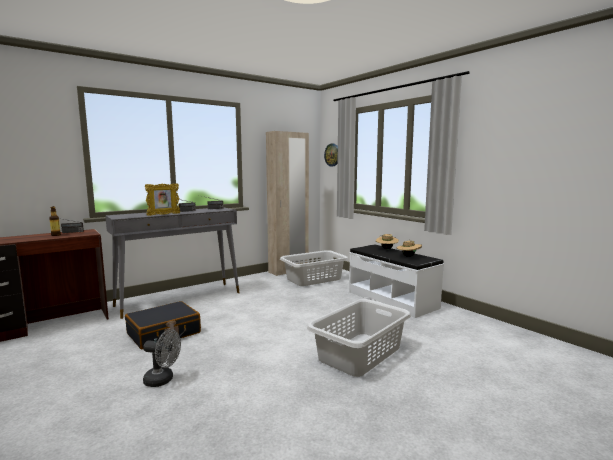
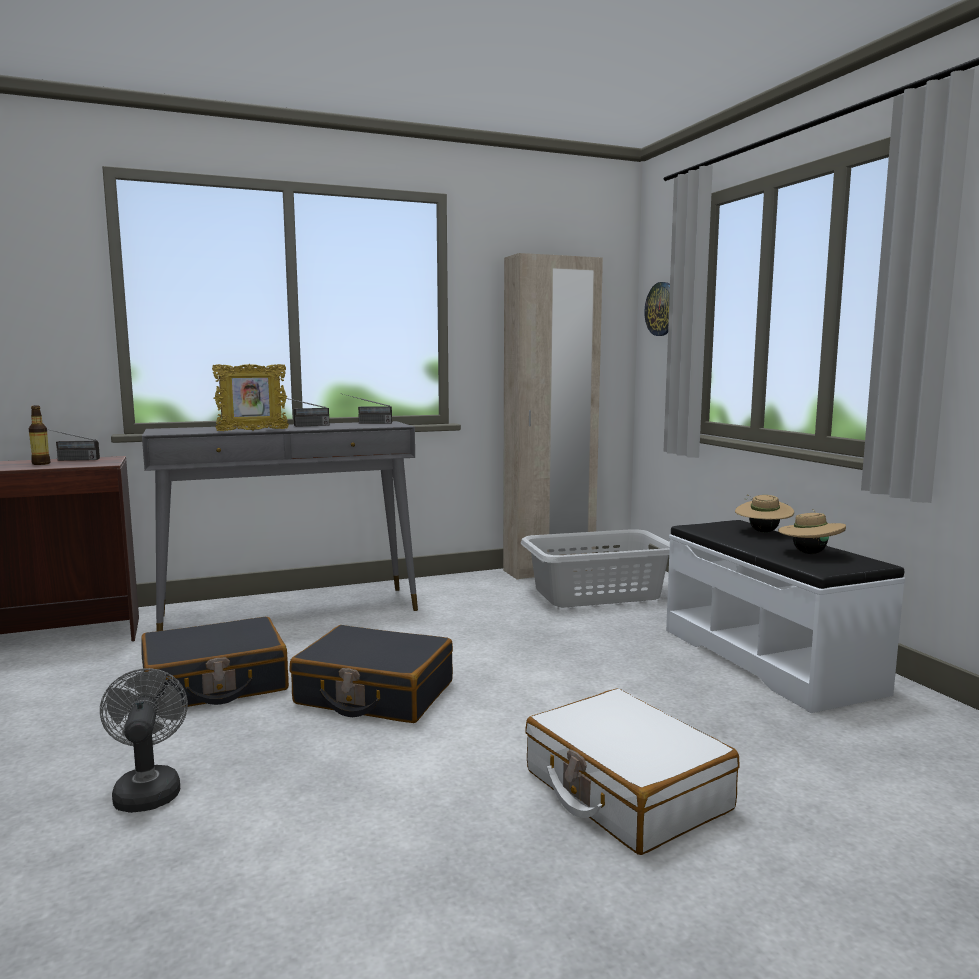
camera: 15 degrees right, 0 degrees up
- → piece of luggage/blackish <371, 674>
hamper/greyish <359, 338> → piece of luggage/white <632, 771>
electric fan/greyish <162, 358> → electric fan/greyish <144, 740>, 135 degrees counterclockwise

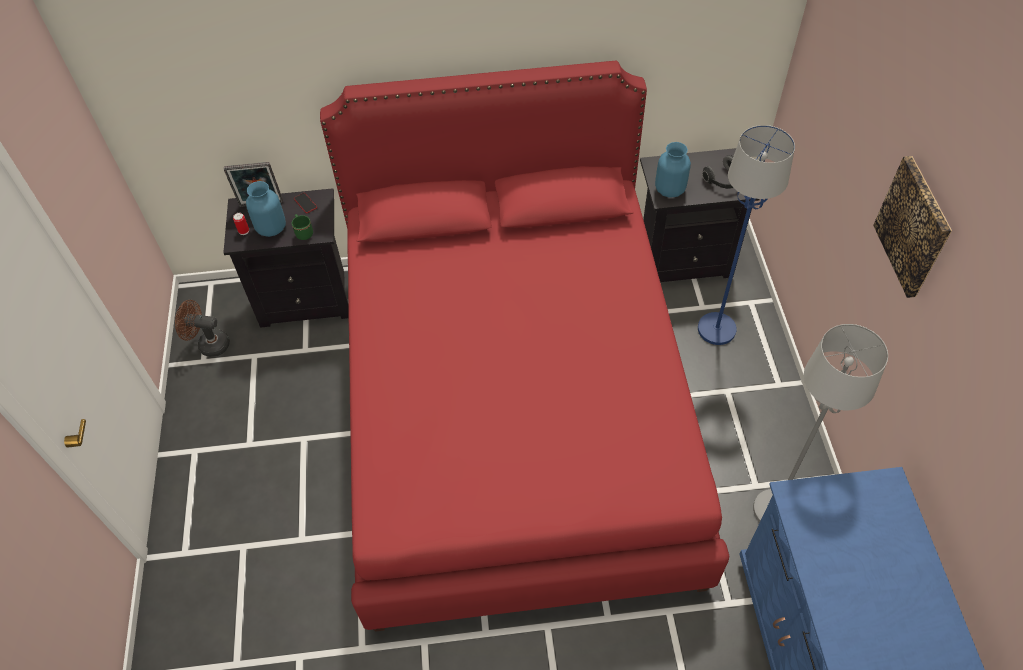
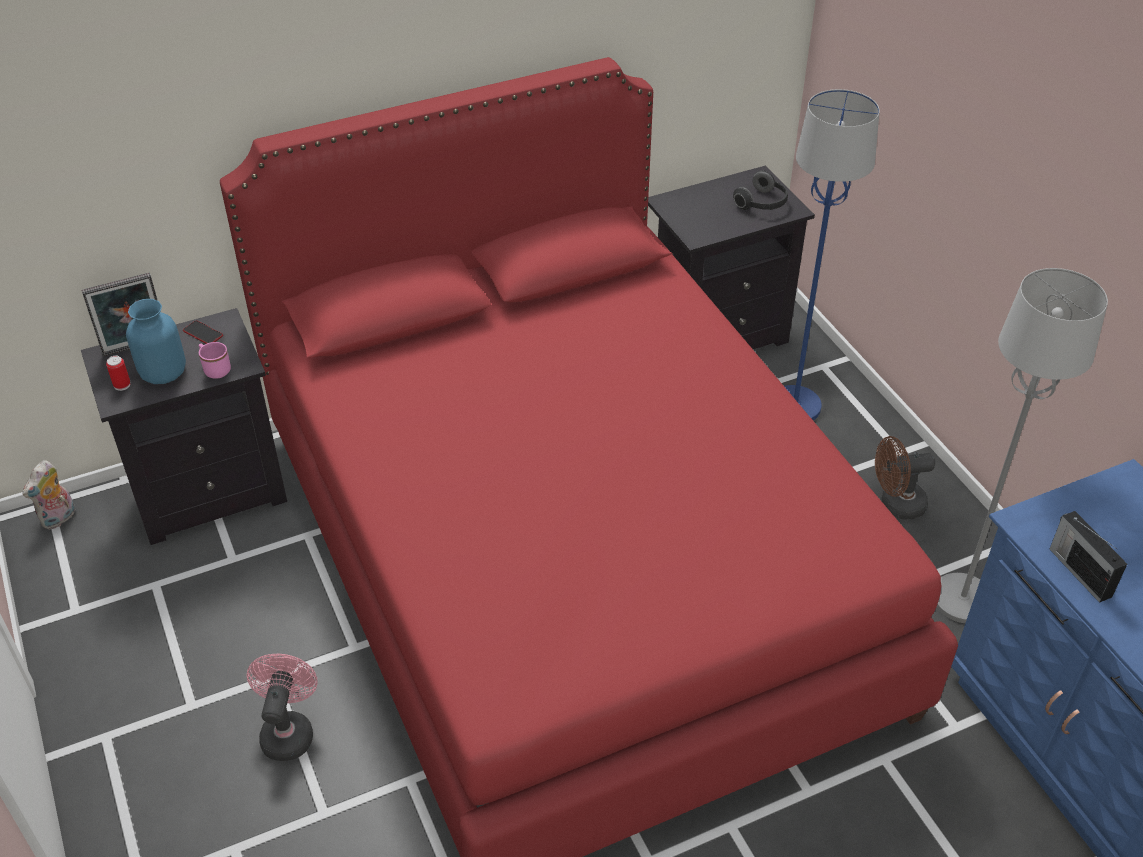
camera: 20 degrees left, 10 degrees down
decorative vase/blue-coloured <673, 170> → -
picture <912, 227> → -
- → plush toy <49, 495>
- → electric fan/pinkish <282, 707>
- → radio set <1088, 557>
electric fan/brownish <202, 328> → electric fan/brownish <905, 477>, shifted
tea mug/green-coloured <302, 227> → tea mug/pinkish <215, 360>

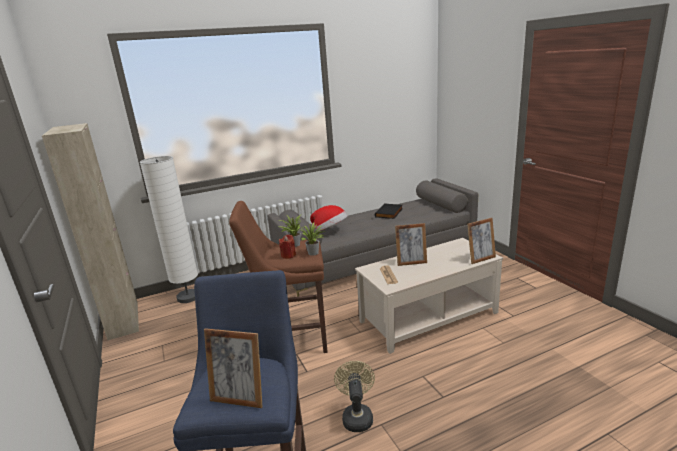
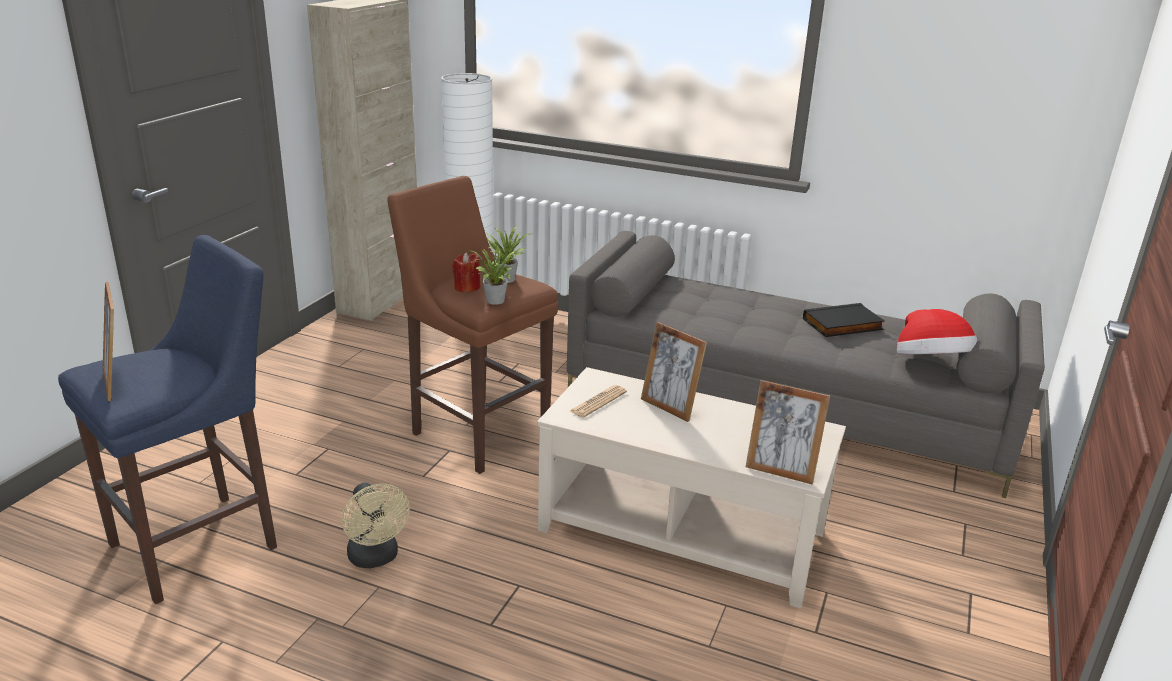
camera: 45 degrees right, 5 degrees up
clothing hat <329, 218> → clothing hat <937, 331>, shifted
electric fan/beige-coloured <354, 396> → electric fan/beige-coloured <376, 525>, 105 degrees clockwise

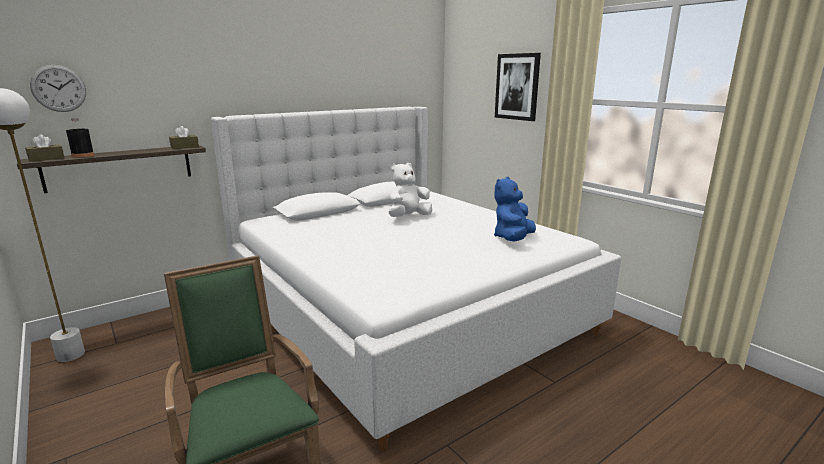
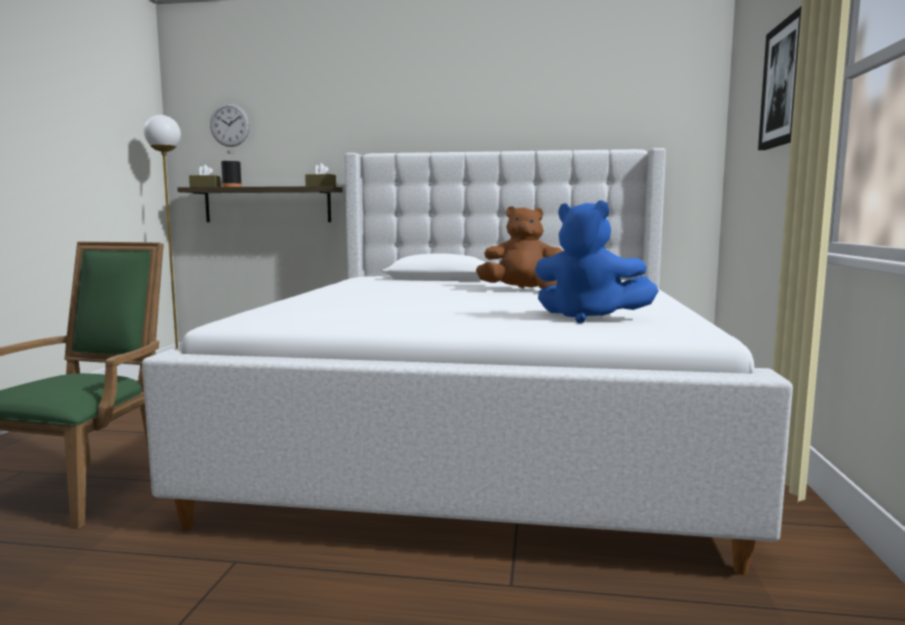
camera: 45 degrees right, 10 degrees down
plush toy/white <410, 190> → plush toy/brownish <519, 247>
plush toy/blue-coloured <515, 209> → plush toy/blue-coloured <597, 261>, 135 degrees counterclockwise

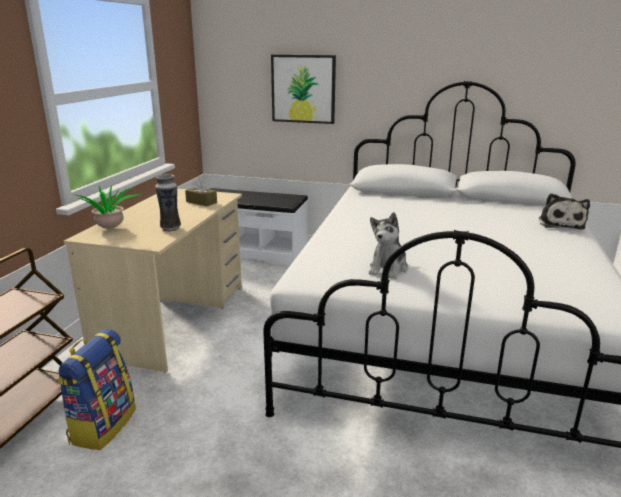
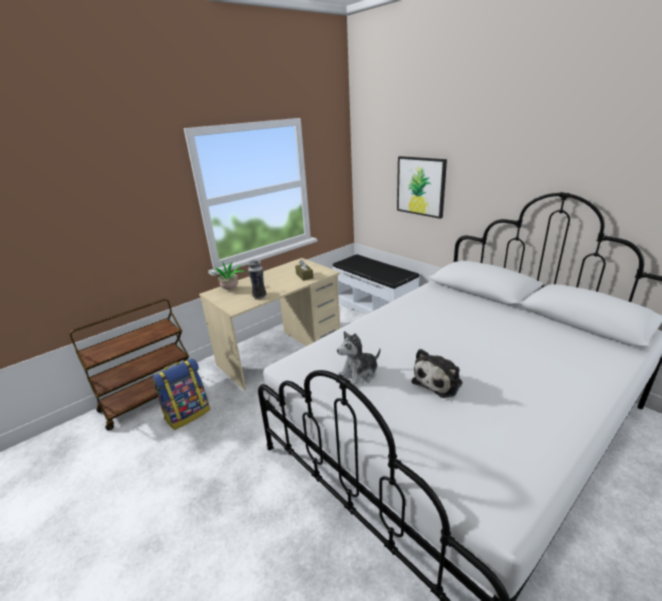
camera: 35 degrees right, 5 degrees up
plush toy <564, 211> → plush toy <437, 373>, shifted

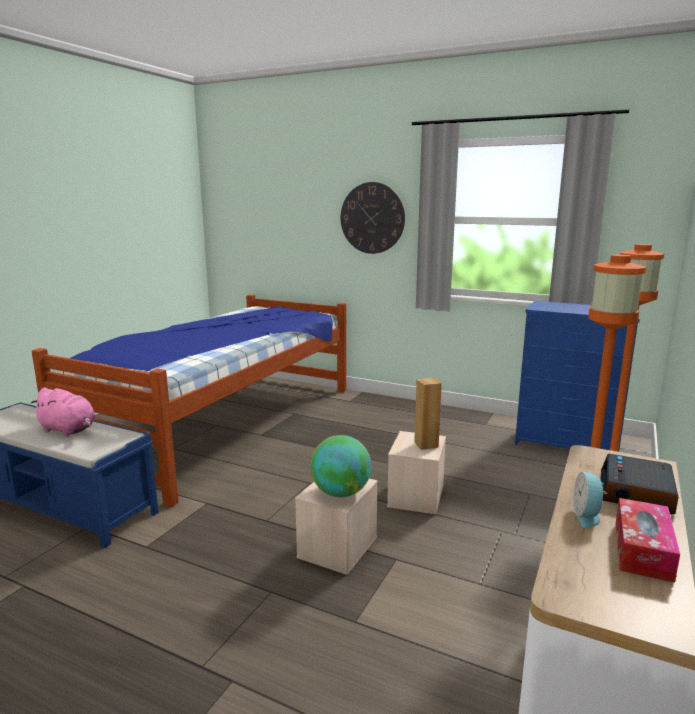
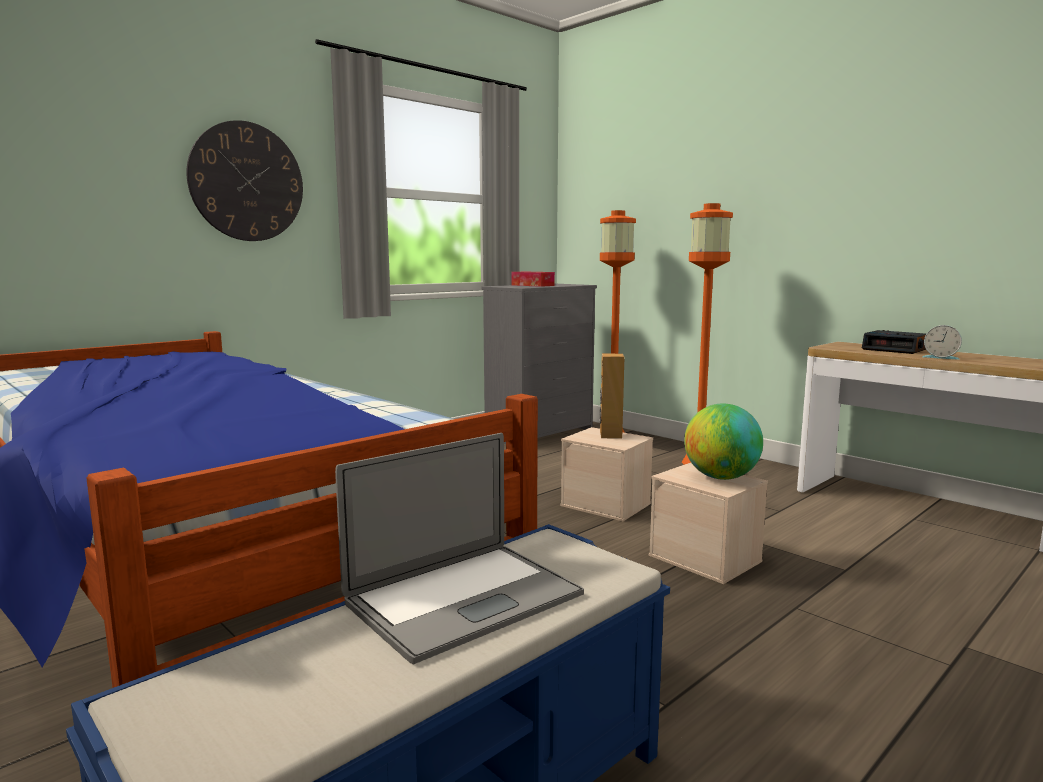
camera: 70 degrees left, 5 degrees down
box of tissues <648, 540> → box of tissues <533, 279>, shifted
plush toy/pinkish <63, 411> → portable computer <459, 548>
chest of drawers/blue-coloured <577, 375> → chest of drawers/greyish <539, 364>

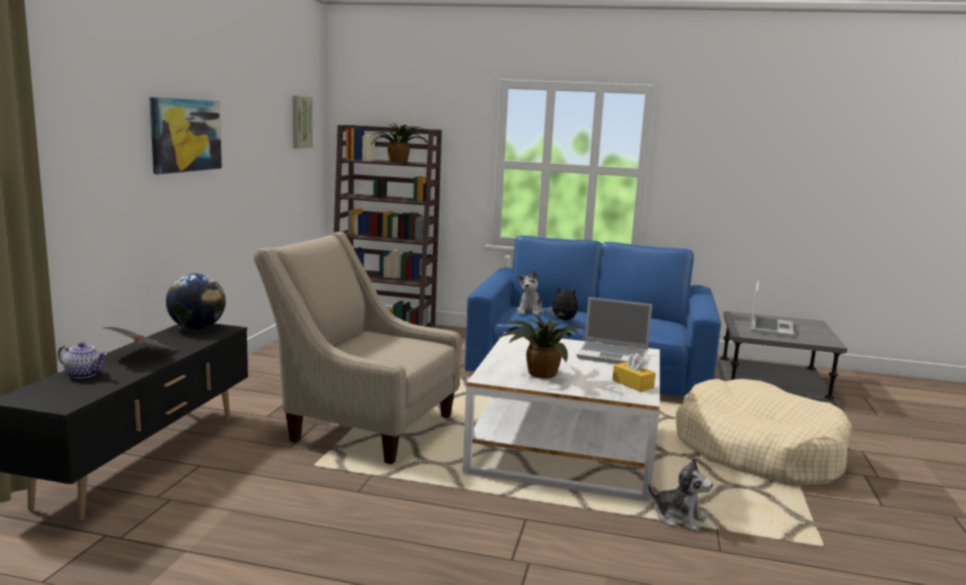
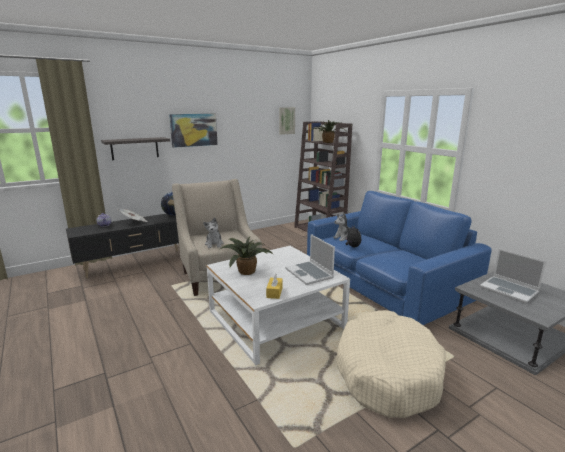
camera: 45 degrees right, 5 degrees up
- → shelf <135, 148>
plush toy <680, 495> → plush toy <213, 232>, shifted
portable computer <772, 309> → portable computer <513, 276>, 75 degrees clockwise

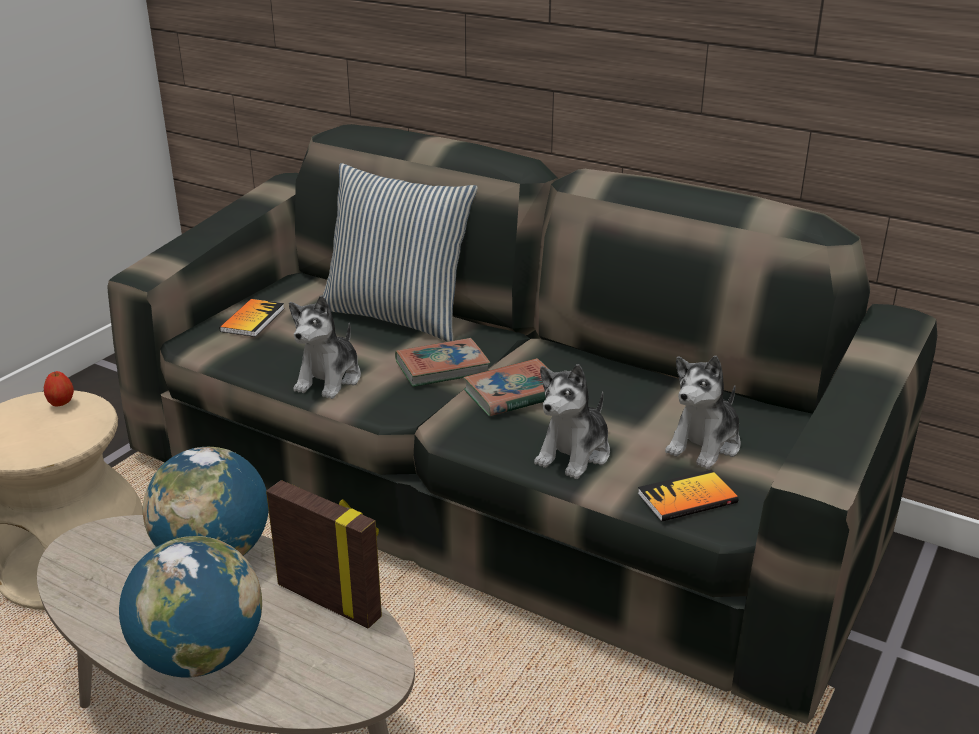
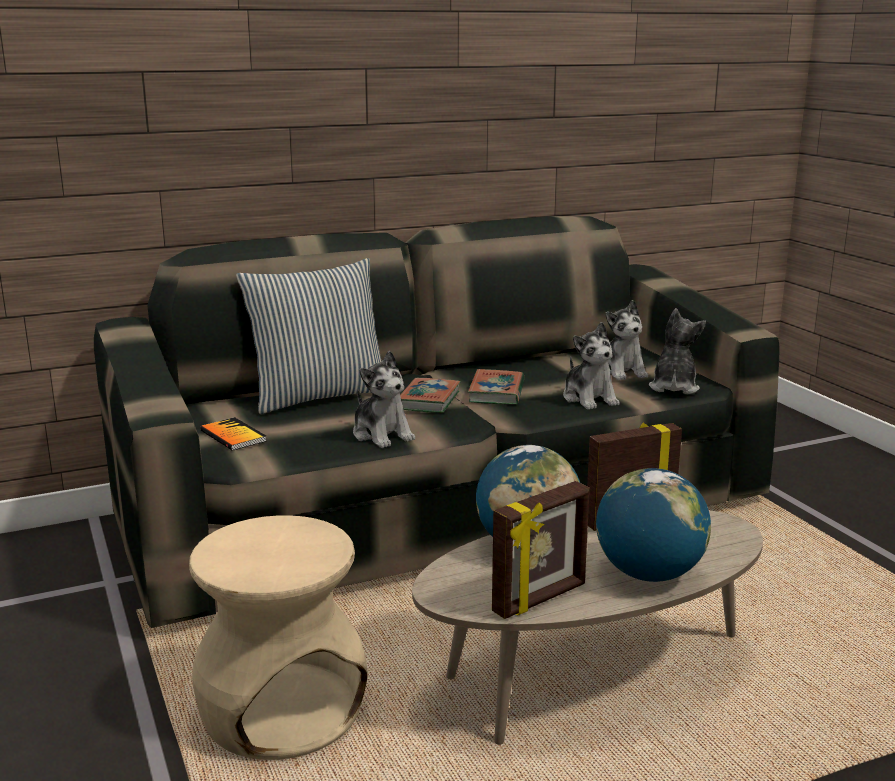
camera: 55 degrees left, 10 degrees down
apple fruit <59, 389> → -
- → photo frame <541, 550>
volume <687, 496> → plush toy <677, 351>

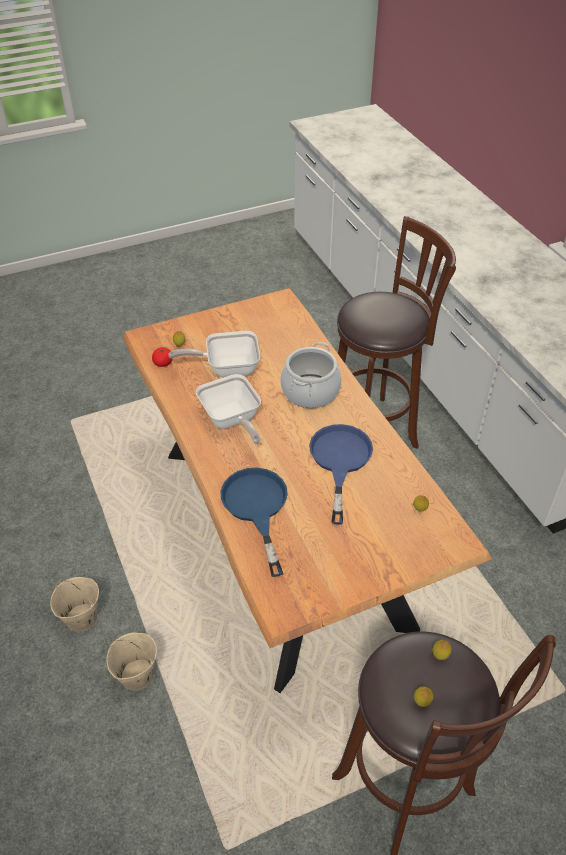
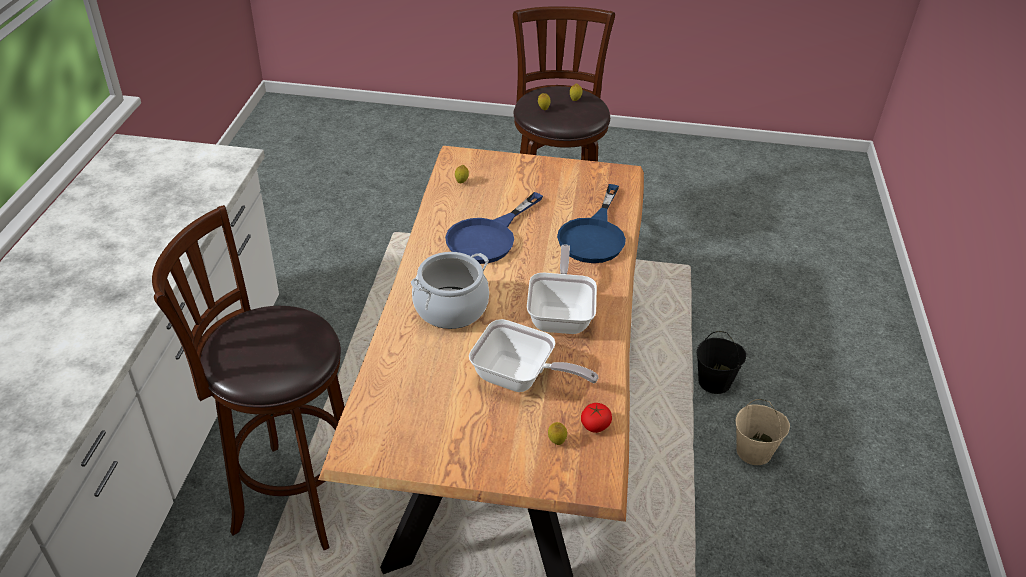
camera: 150 degrees left, 5 degrees down
bucket/beige-coloured <132, 661> → bucket/blackish <721, 362>

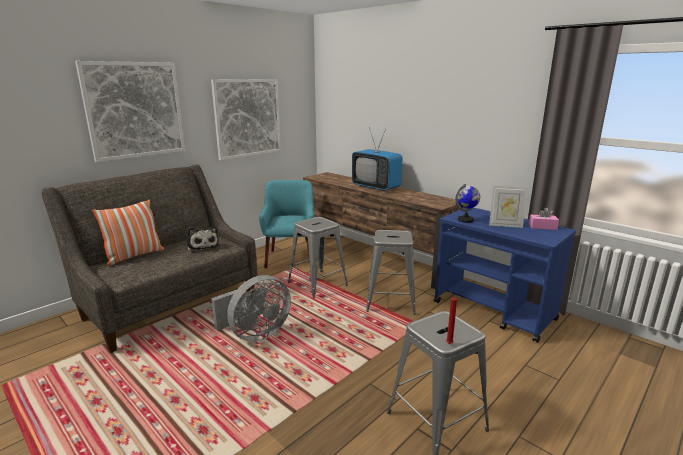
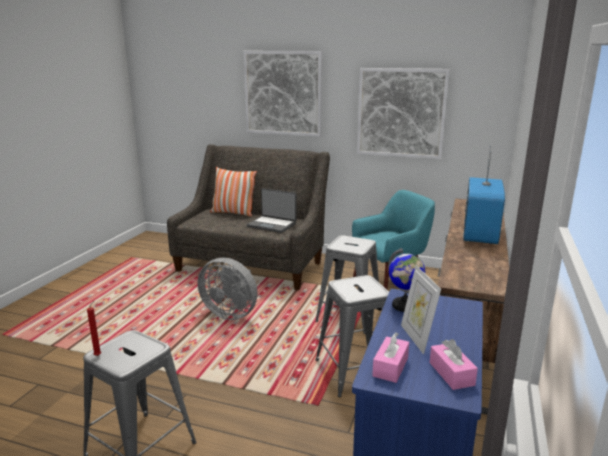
camera: 65 degrees right, 0 degrees up
- → box of tissues/pinkish <390, 357>
plush toy <203, 239> → portable computer <272, 210>

